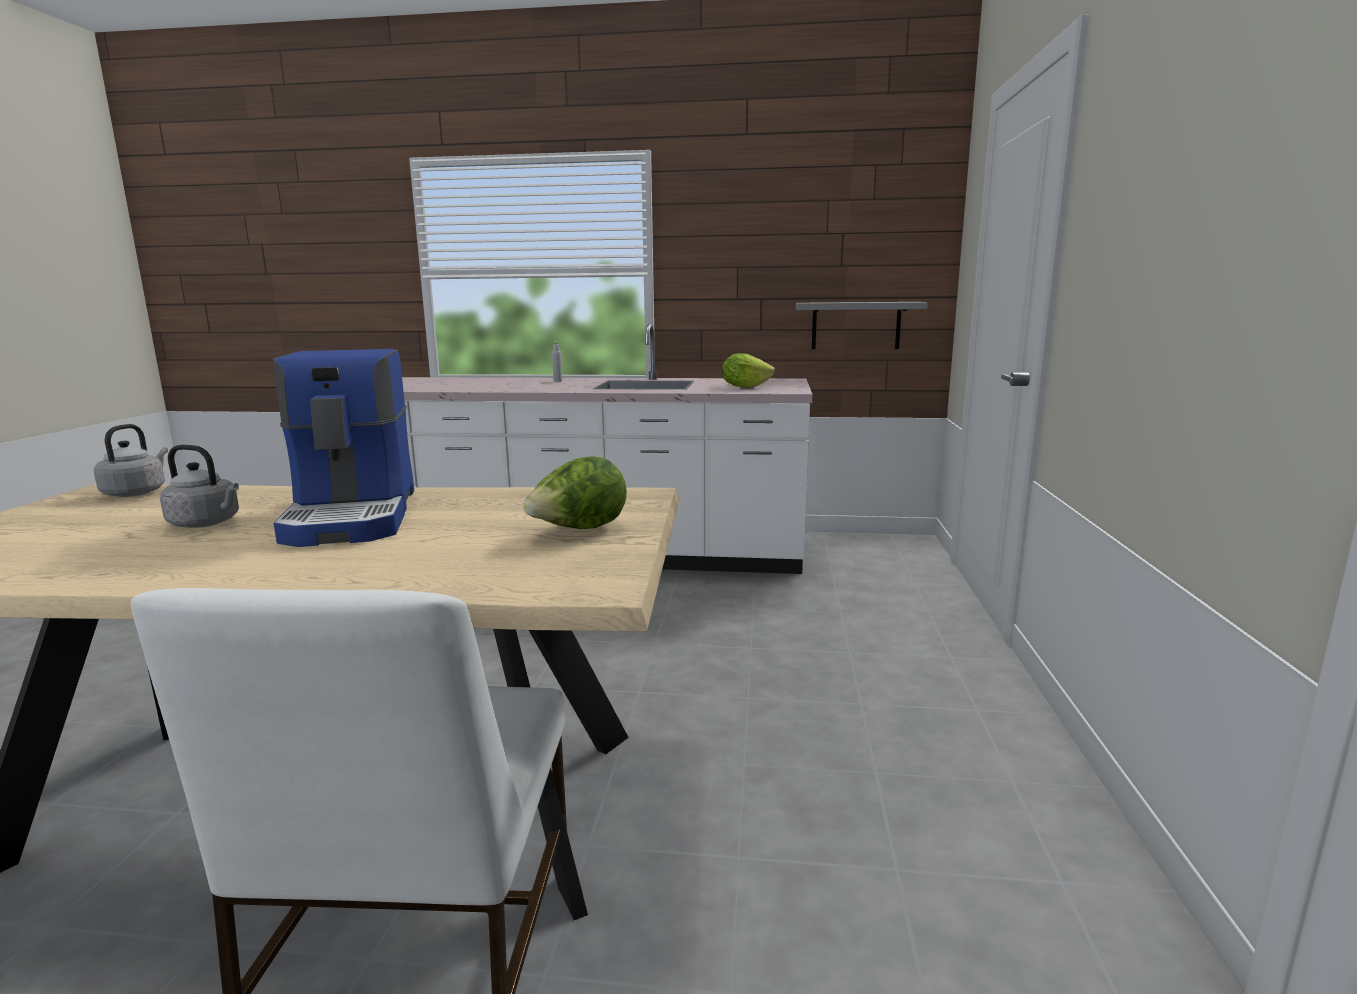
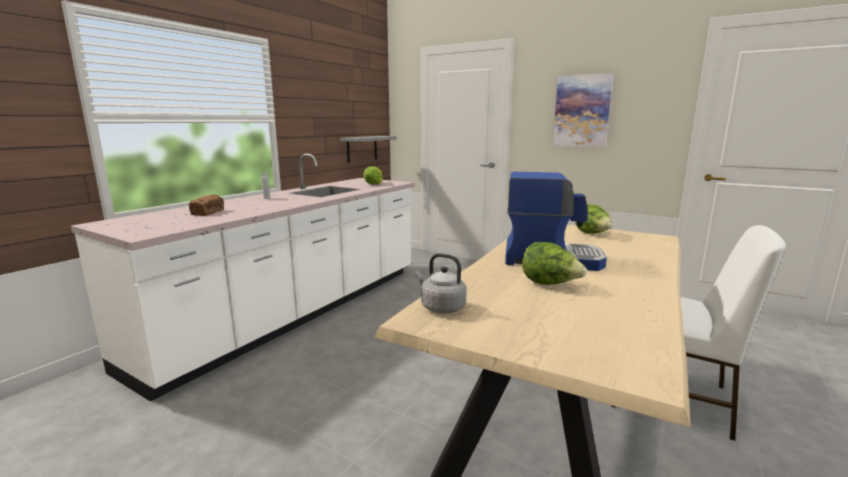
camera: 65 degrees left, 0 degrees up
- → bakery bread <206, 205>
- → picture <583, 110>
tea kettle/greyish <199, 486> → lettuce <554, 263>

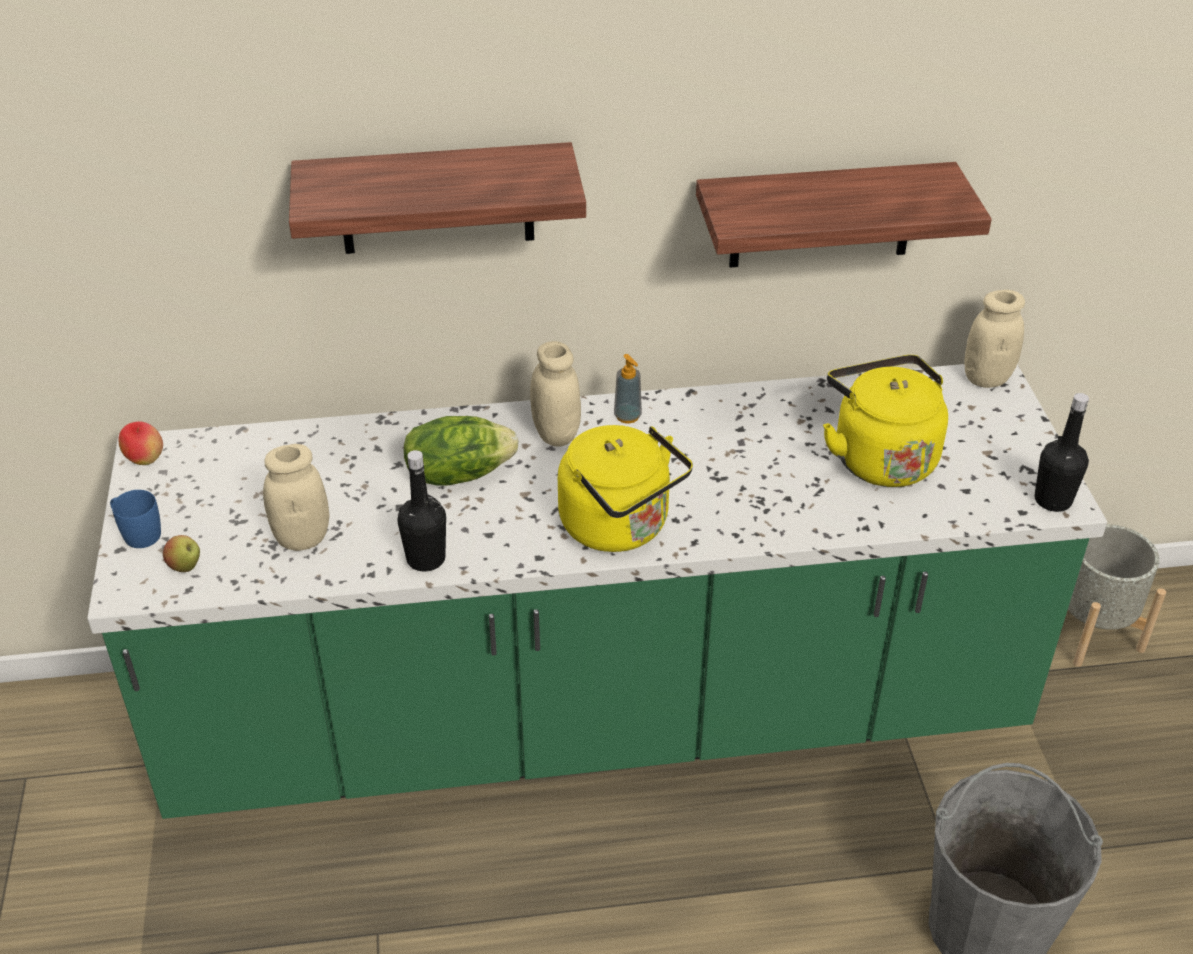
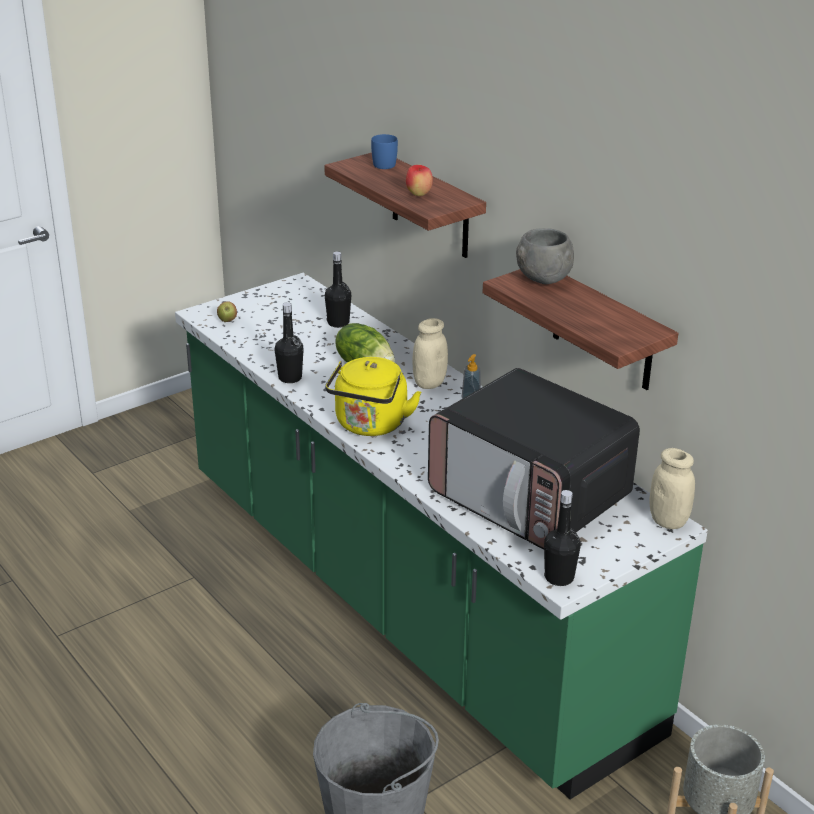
camera: 60 degrees right, 10 degrees down
storage jar/beige-coloured <296, 497> → -
- → beverage bottle/blackish <338, 289>
- → deep dish/greyish <545, 256>
tea mug/blue-coloured <135, 519> → tea mug/blue-coloured <384, 151>, shifted
apple fruit <140, 443> → apple fruit <419, 180>, shifted
tea kettle/yellowish <885, 421> → kitchen microwave <534, 459>

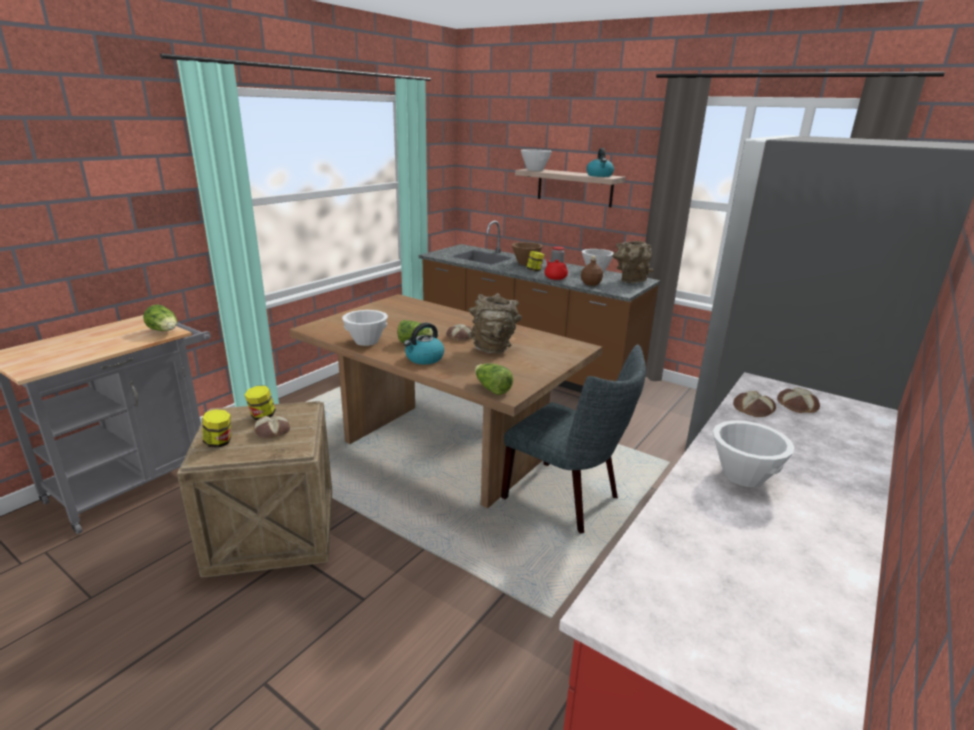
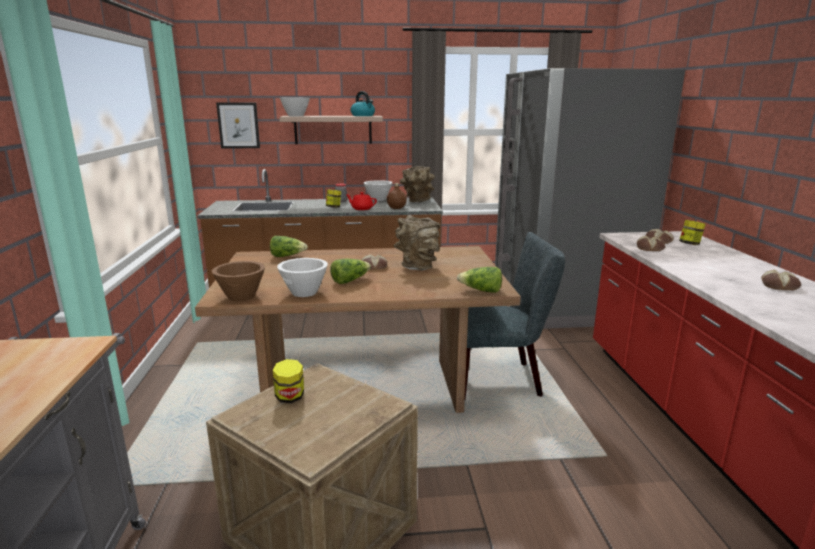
camera: 40 degrees left, 5 degrees down
tea kettle <424, 343> → -
deep dish/white <753, 453> → -
- → picture <238, 126>
lettuce <160, 317> → lettuce <289, 246>, shifted
storage jar <216, 428> → storage jar <692, 232>, shifted
bakery bread <272, 427> → bakery bread <781, 280>, shifted
deep dish/brownish <527, 254> → deep dish/brownish <238, 281>, shifted

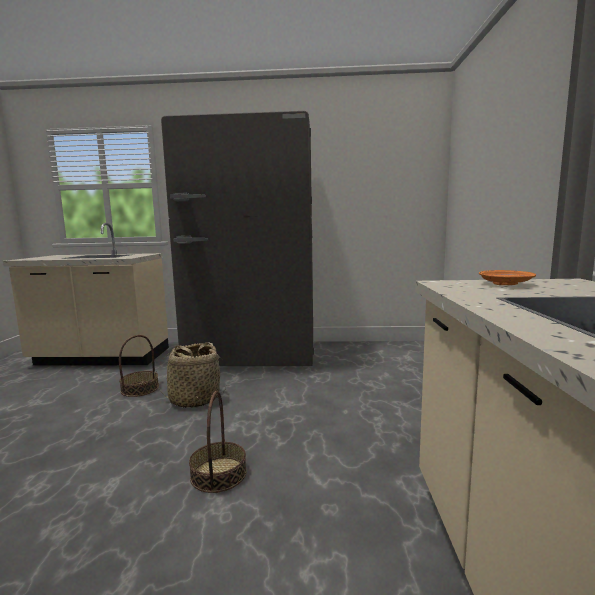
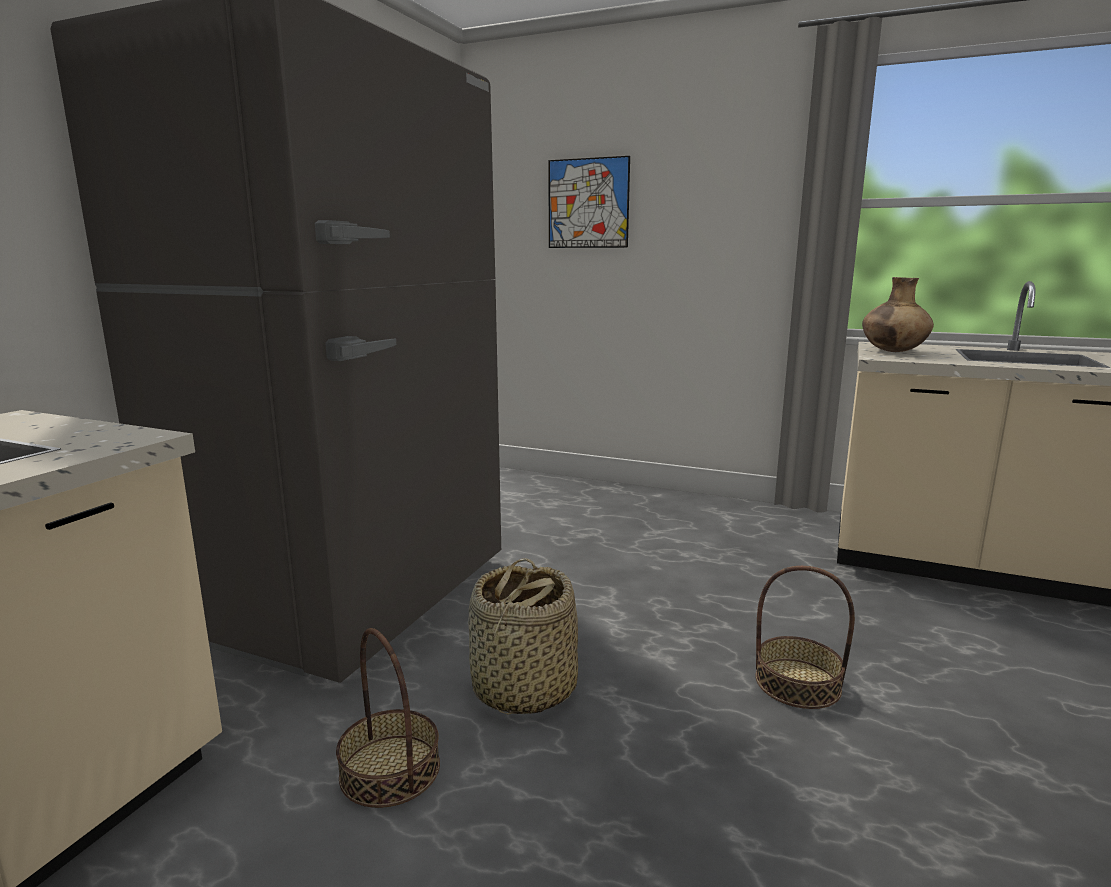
camera: 70 degrees left, 5 degrees up
- → picture <589, 202>
flat dish/orangey <507, 277> → decorative vase/brownish <898, 314>

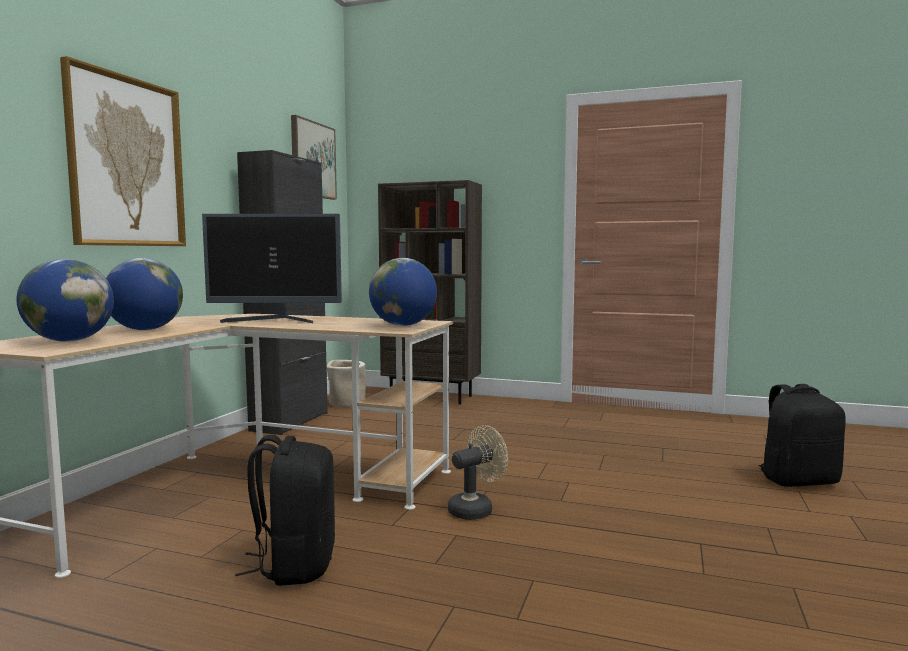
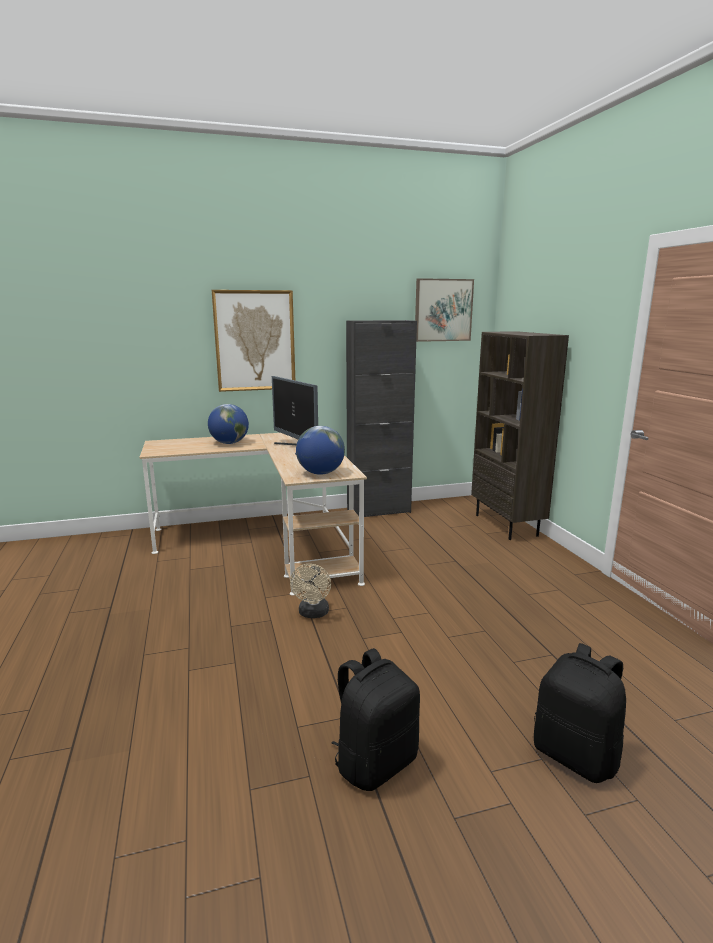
camera: 55 degrees right, 10 degrees up
globe <65, 300> → -
flower pot/beige-coloured <346, 384> → -
rucksack/blackish <285, 510> → rucksack/blackish <375, 719>, shifted
electric fan/beige-coloured <478, 472> → electric fan/beige-coloured <310, 591>, 75 degrees clockwise

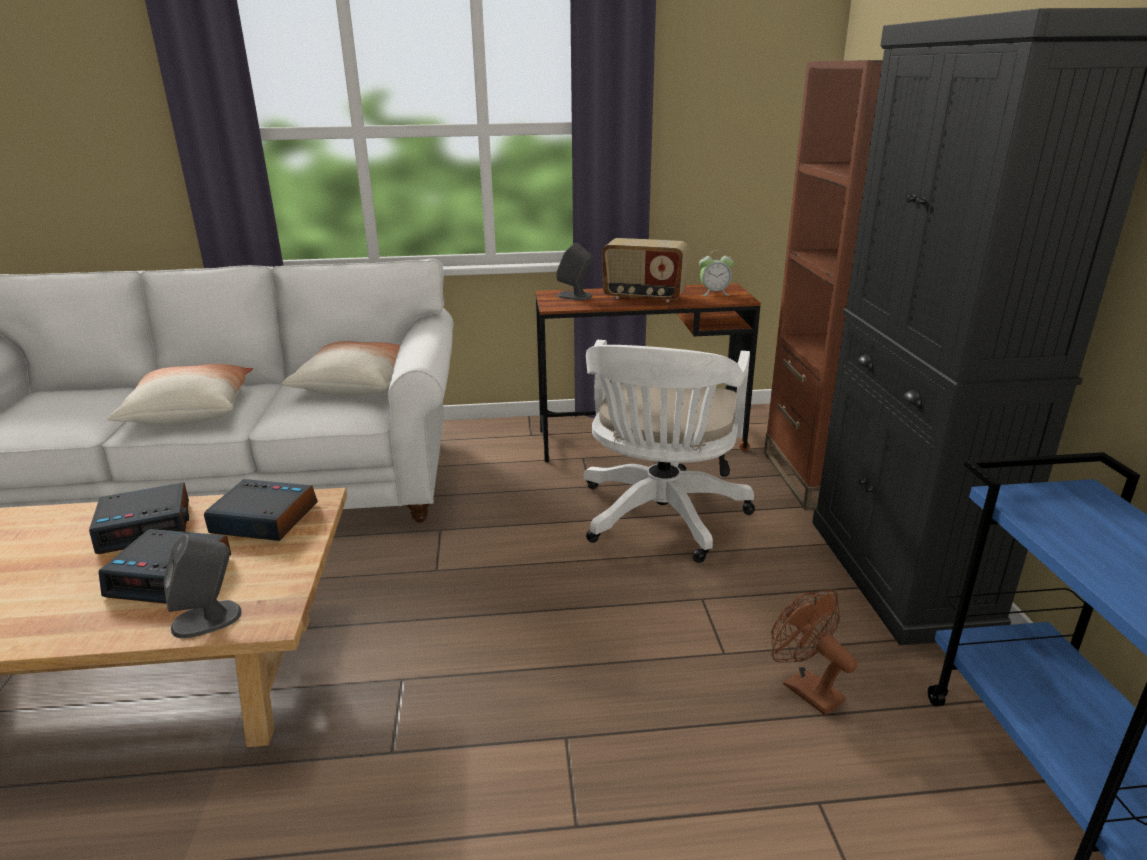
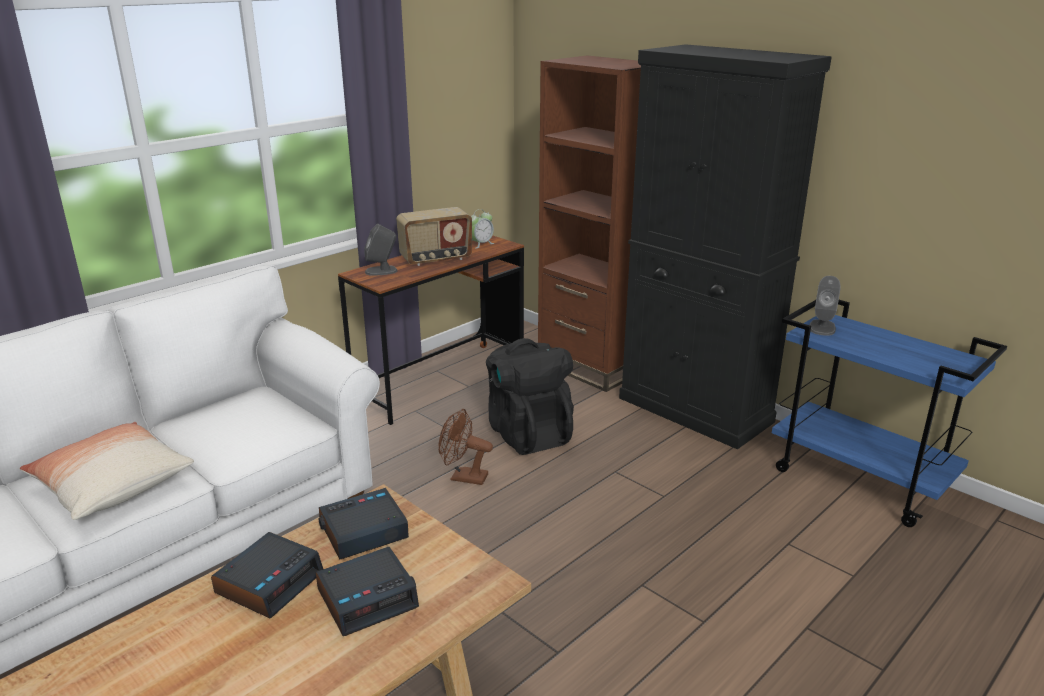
camera: 40 degrees left, 0 degrees up
throw pillow <341, 368> → -
speaker/greyish <202, 586> → speaker/greyish <825, 306>, shifted
electric fan/brownish <814, 652> → electric fan/brownish <466, 447>, shifted
office chair/white <669, 451> → rucksack/blackish <530, 396>

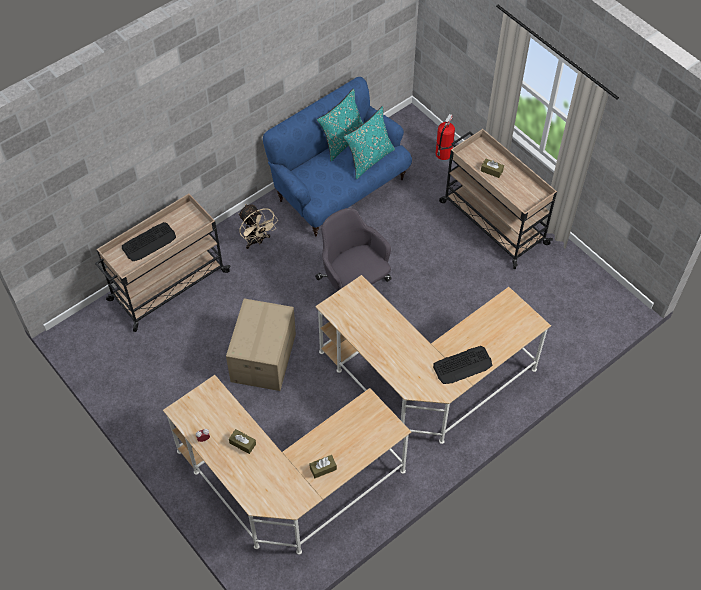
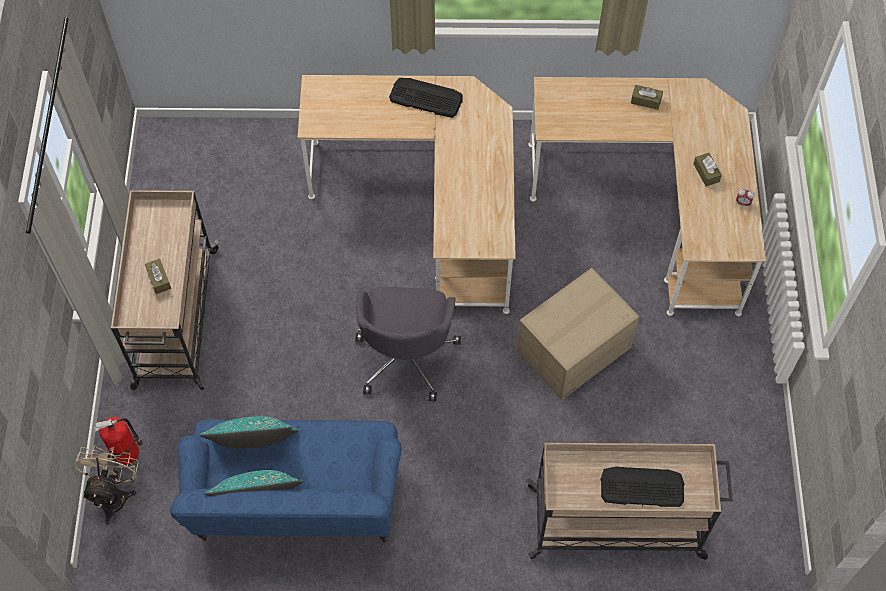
camera: 140 degrees left, 5 degrees up
electric fan/beige-coloured <258, 226> → electric fan/beige-coloured <106, 485>, shifted

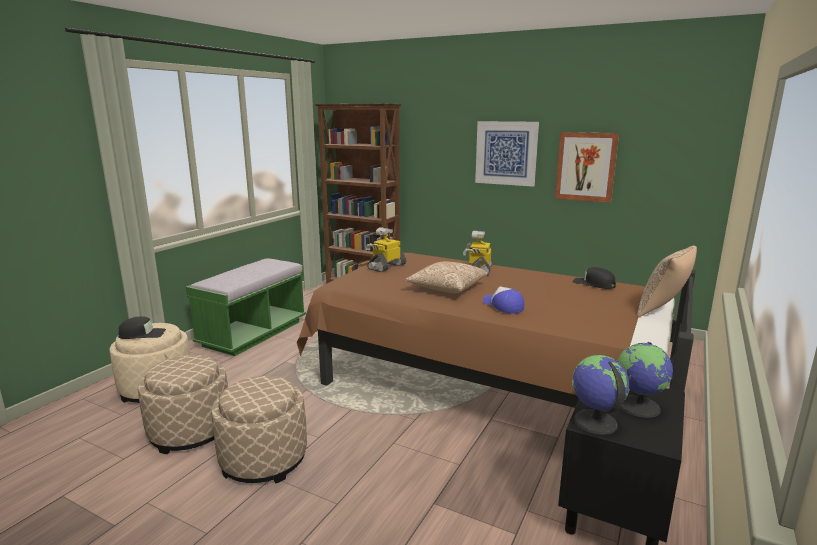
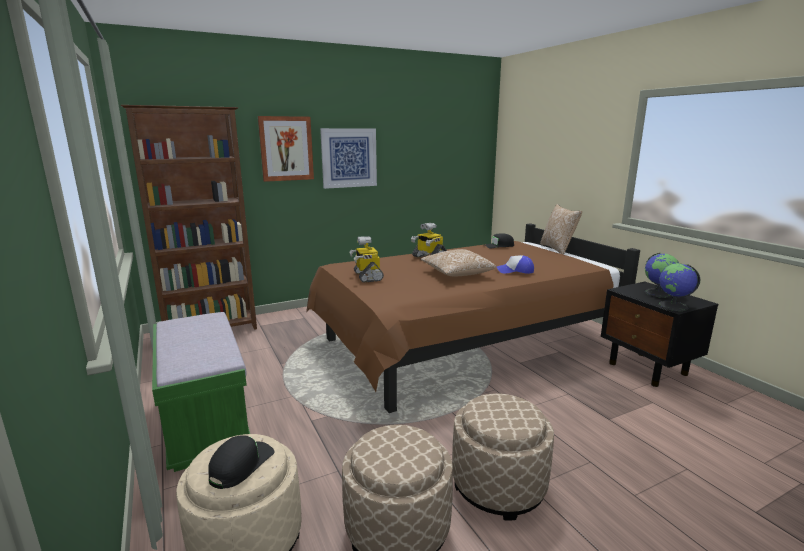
camera: 55 degrees left, 0 degrees up
picture <587, 167> → picture <286, 149>, shifted

